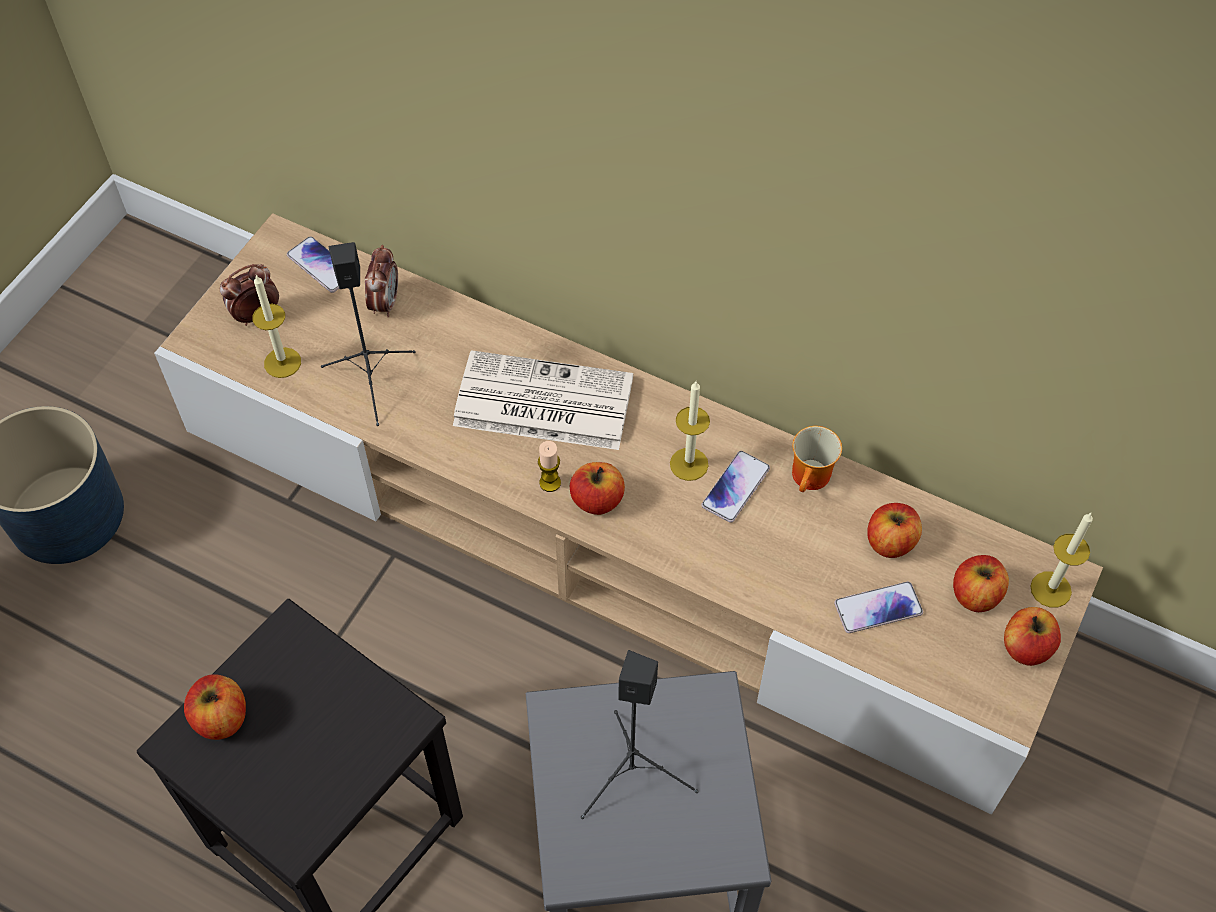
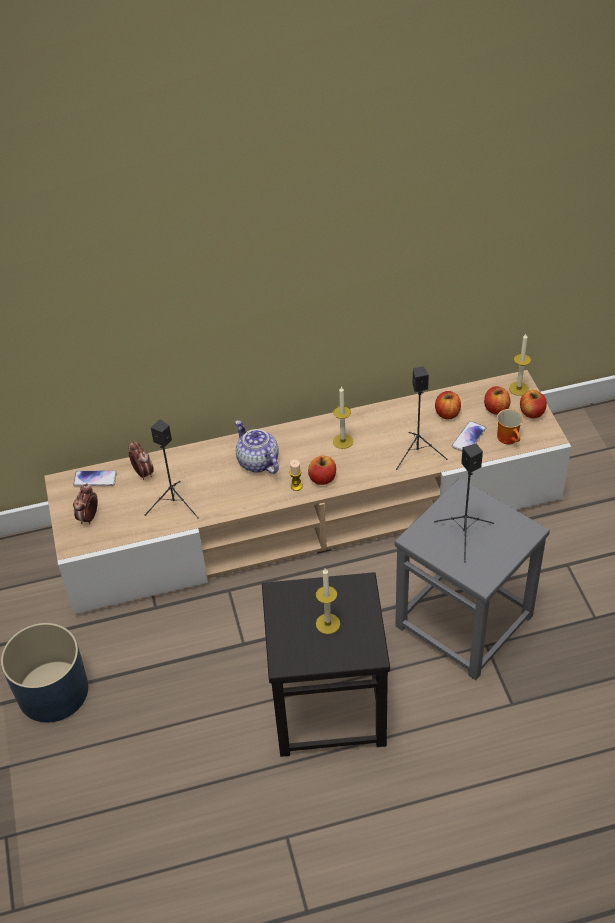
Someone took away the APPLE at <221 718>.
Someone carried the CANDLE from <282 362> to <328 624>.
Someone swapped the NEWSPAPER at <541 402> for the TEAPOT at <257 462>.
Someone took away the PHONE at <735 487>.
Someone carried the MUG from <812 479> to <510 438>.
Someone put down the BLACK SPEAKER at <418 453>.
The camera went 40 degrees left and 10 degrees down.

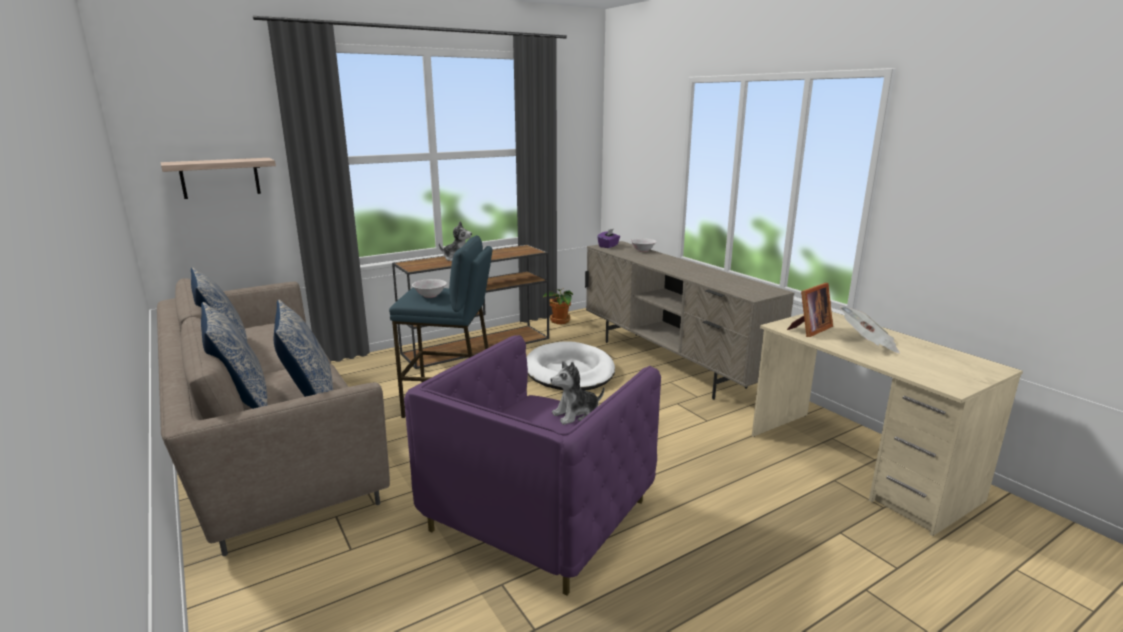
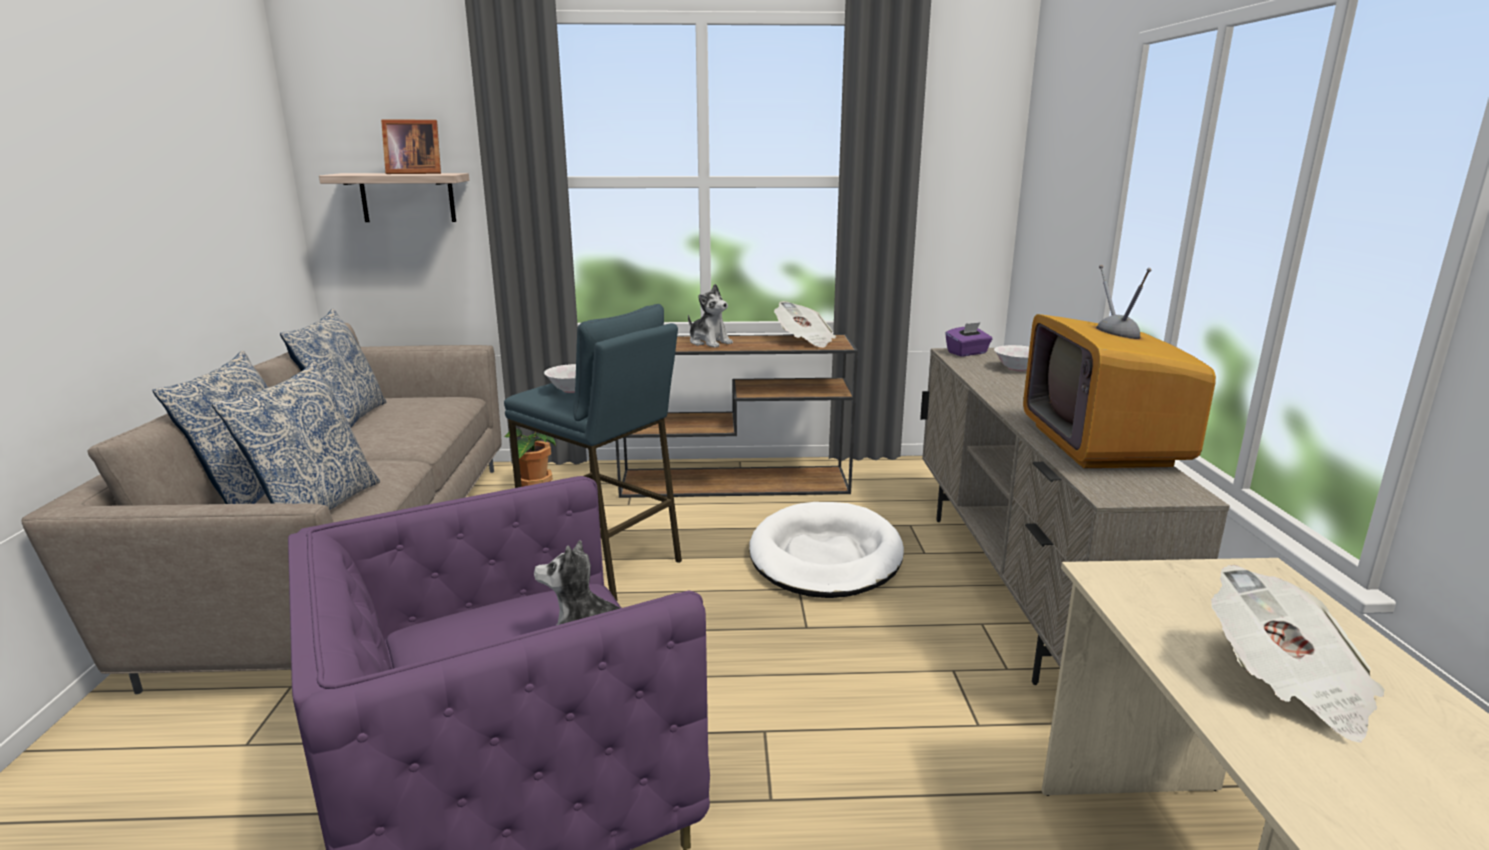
Someone carried the POTTED PLANT from <559 321> to <533 483>.
Someone carried the PICTURE FRAME from <809 330> to <413 173>.
Someone put down the NEWSPAPER at <805 341>.
Someone put down the TELEVISION at <1101 445>.
The camera went 30 degrees right and 0 degrees up.

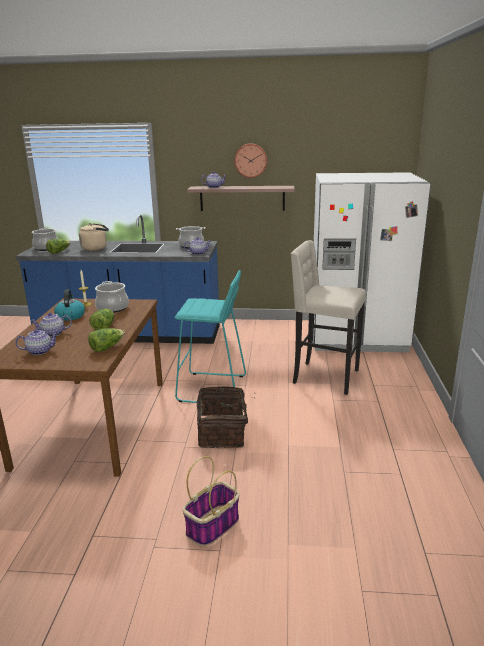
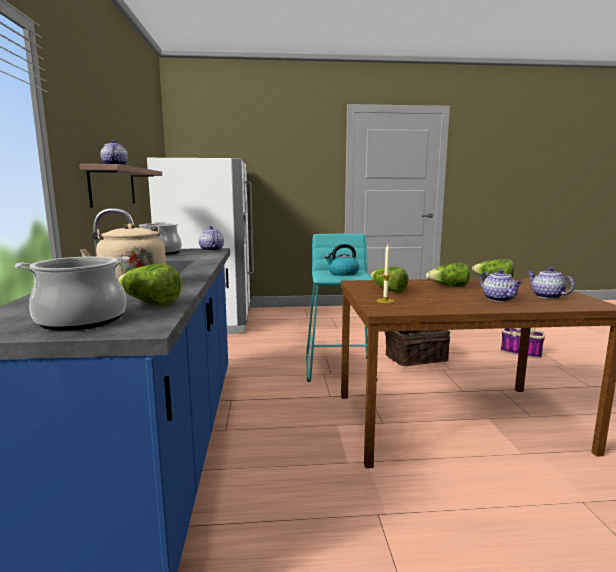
Someone carried the KETTLE from <70 316> to <343 273>.
Someone swapped the COOKING POT at <112 308> for the LETTUCE at <388 290>.
Someone took away the WALL CLOCK at <251 160>.
Someone took away the BEIGE STOOL at <324 377>.
The camera went 100 degrees left and 10 degrees down.

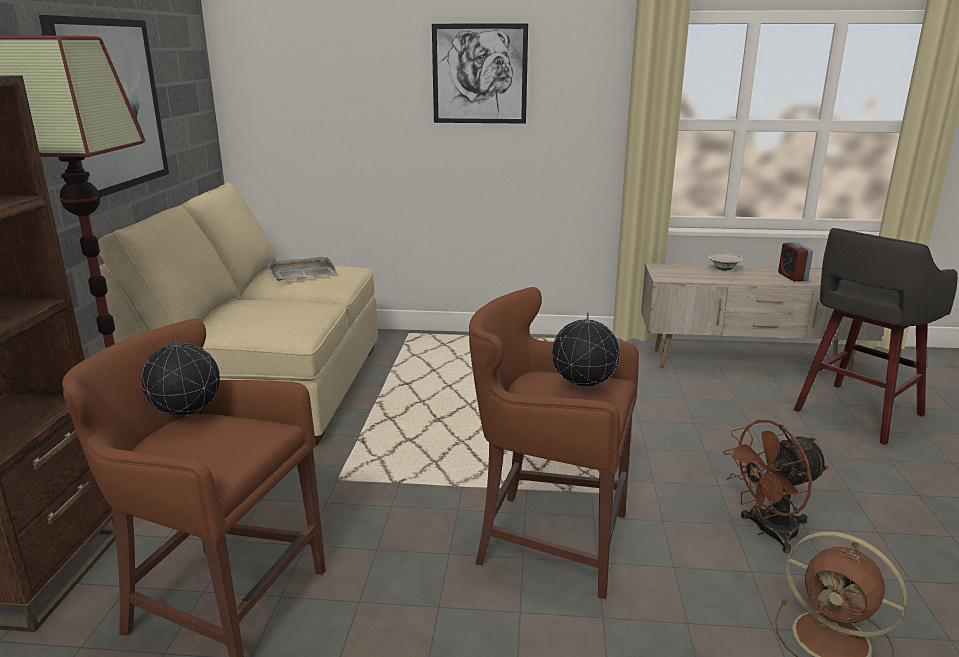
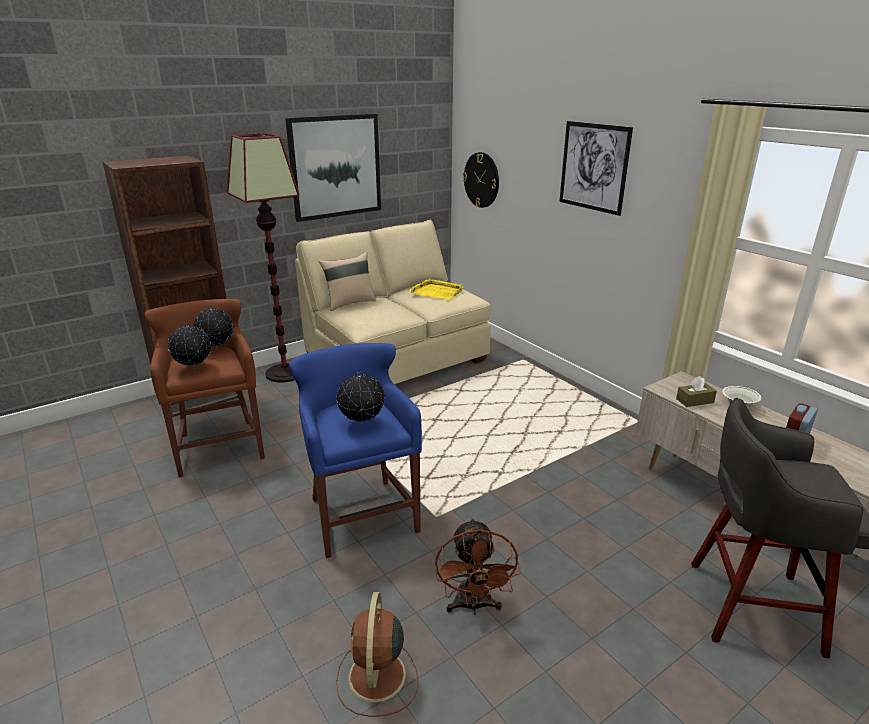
Someone repainted the GREY TRAY at <301 272>, which became the YELLOW TRAY at <437 291>.
Someone repainted the BROWN STOOL at <548 539>, which became the BLUE STOOL at <361 513>.
Someone rotated the BROWN FAN at <768 532> by 120 degrees counterclockwise.
Someone put down the GLOBE at <194 368>.
Someone put down the BEIGE PILLOW at <349 303>.
Someone put up the WALL CLOCK at <481 180>.
Someone put down the BROWN TISSUE BOX at <694 401>.
The camera went 50 degrees right and 5 degrees up.

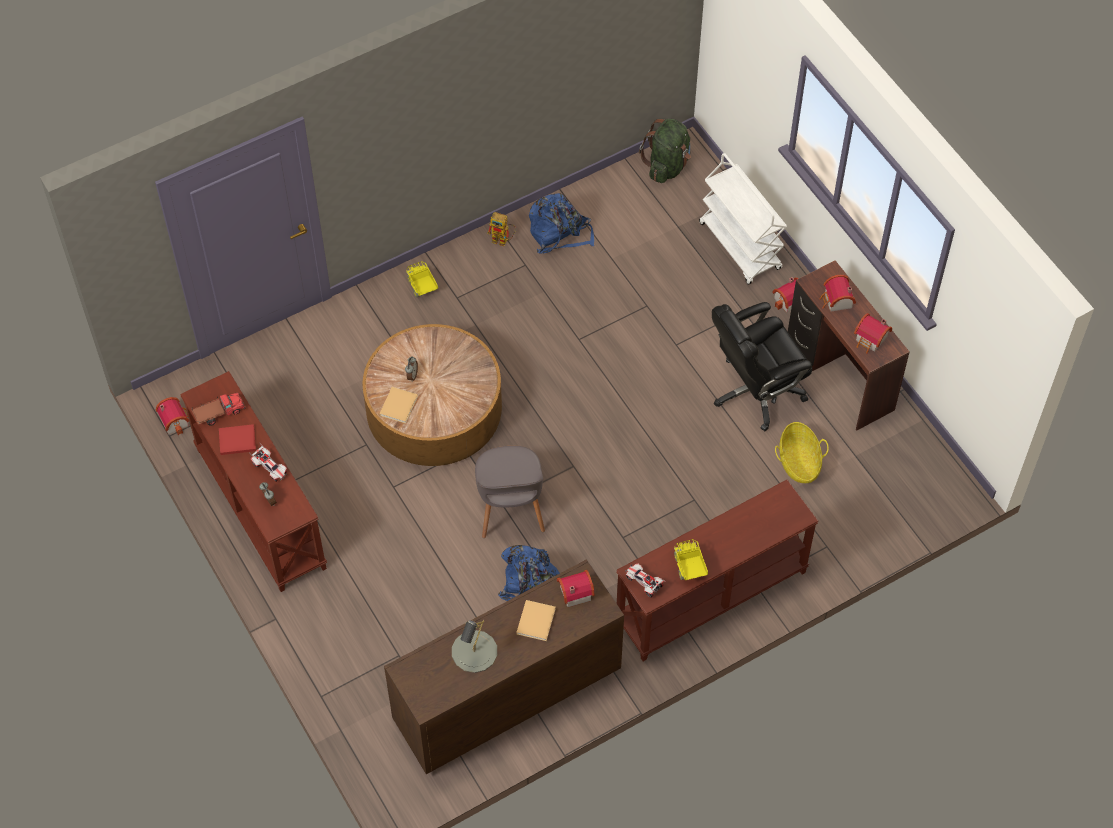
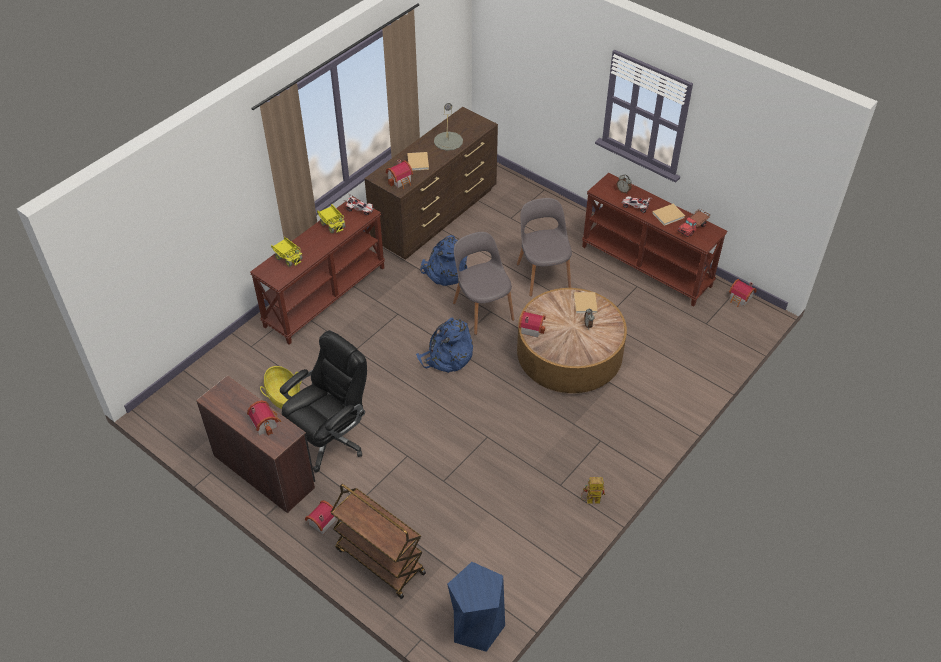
Someone repainted the RED BOOK at <236 440>, which became the BEIGE BOOK at <669 215>.
Someone carried the TOY TRUCK from <422 287> to <288 257>.
Someone carried the BLUE BACKPACK from <559 233> to <447 357>.
Someone swapped the GREEN BACKPACK at <667 165> for the BLUE STOOL at <476 626>.
Someone repainted the WHITE CART at <740 246>, which became the BROWN CART at <379 561>.
Someone carried the TOY HOUSE from <871 340> to <531 328>.
Someone put down the GREY CHAIR at <543 275>.
The camera went 160 degrees right and 10 degrees down.

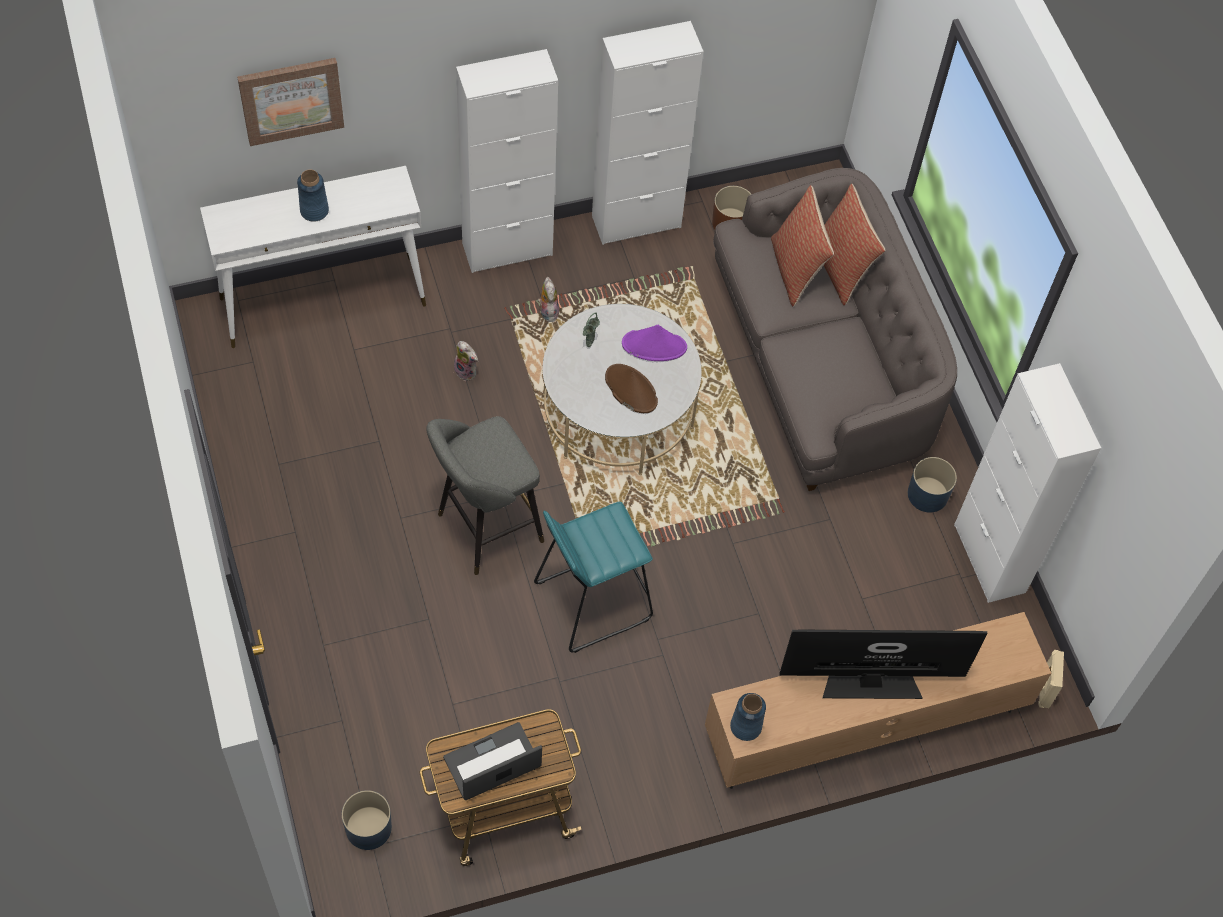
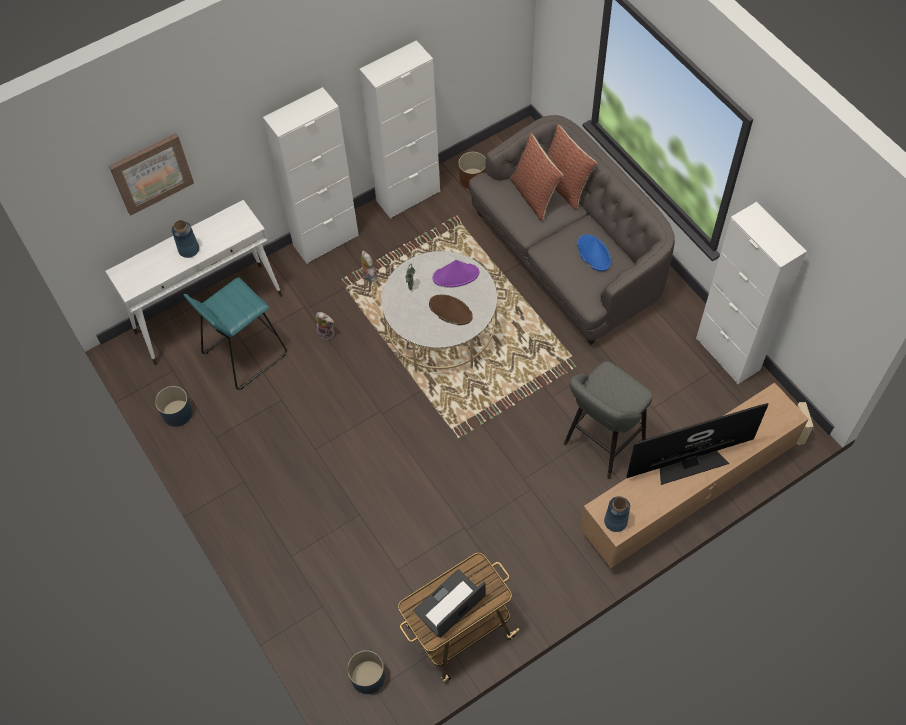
Someone carried the GREY STOOL from <484 530> to <601 445>.
Someone carried the TURQUOISE STOOL from <591 601> to <244 354>.
Someone carried the BLUE PLANTER from <927 494> to <177 413>.
Someone put down the BLUE HAT at <593 253>.
The camera went 10 degrees left and 0 degrees up.

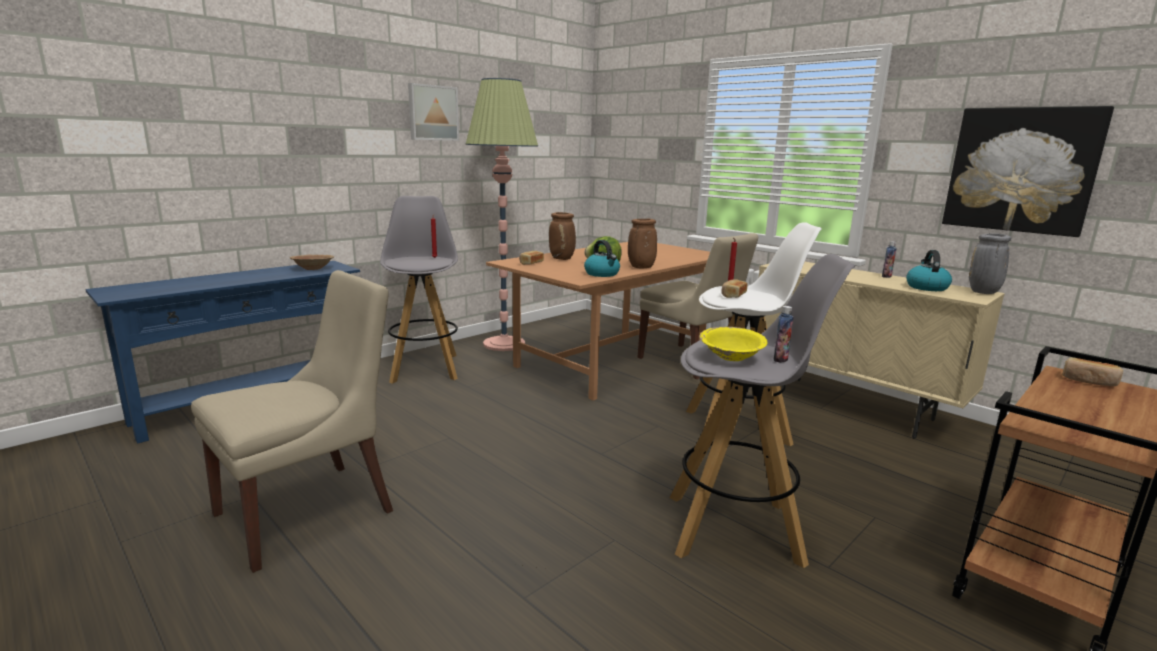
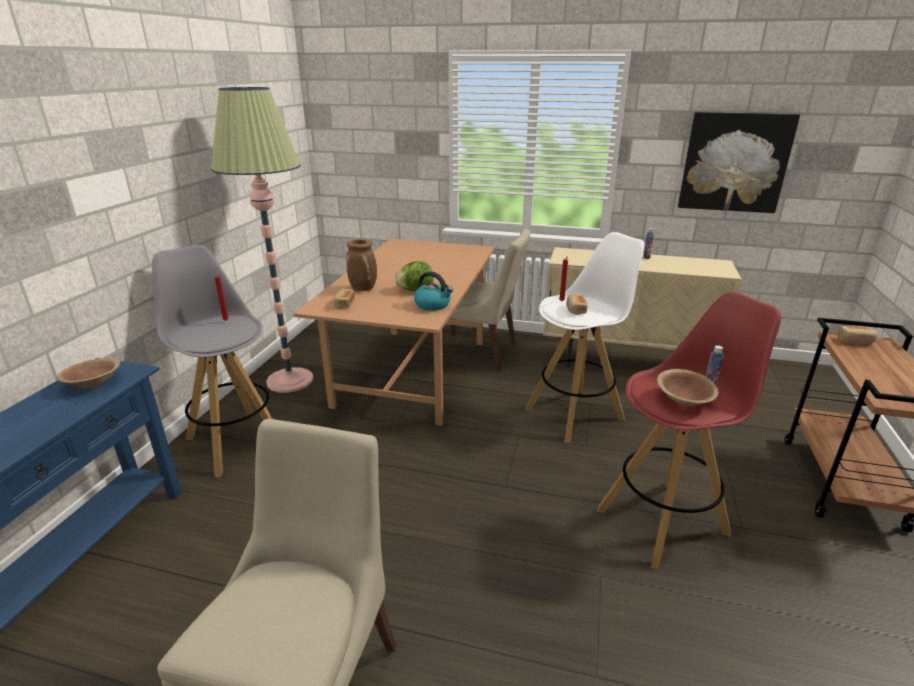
Someone took away the PICTURE at <432 113>.
Someone took away the BROWN VASE at <641 267>.
Someone repainted the GREY STOOL at <735 529>, which became the RED STOOL at <664 521>.
Someone repainted the YELLOW BOWL at <731 356>, which became the BROWN BOWL at <684 399>.
Someone took away the KETTLE at <926 287>.
Someone took away the GREY VASE at <983 292>.
The camera went 30 degrees left and 10 degrees up.

